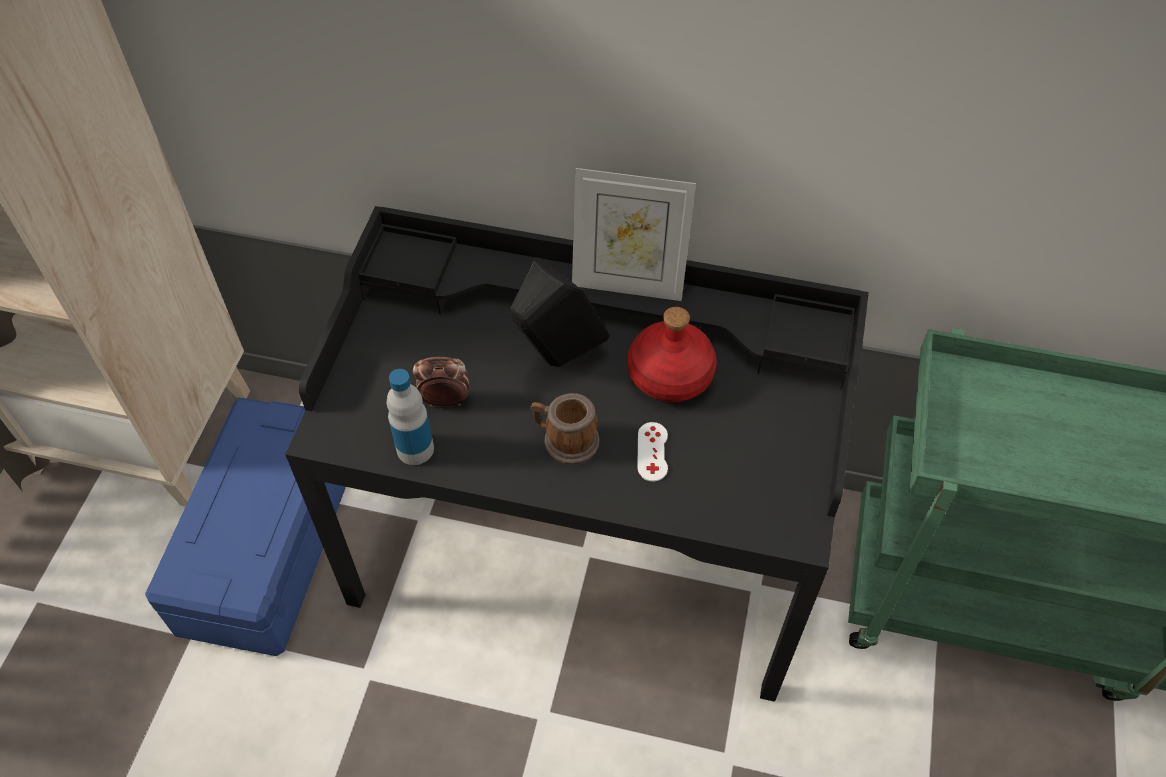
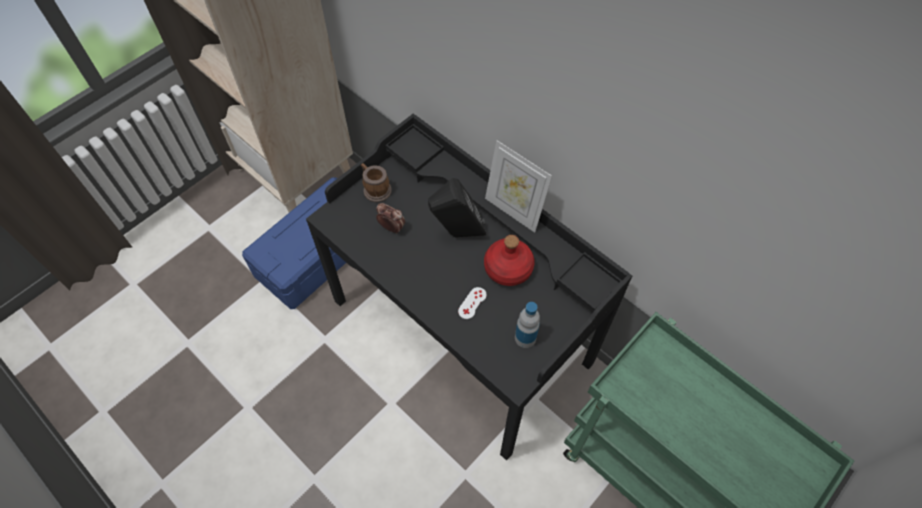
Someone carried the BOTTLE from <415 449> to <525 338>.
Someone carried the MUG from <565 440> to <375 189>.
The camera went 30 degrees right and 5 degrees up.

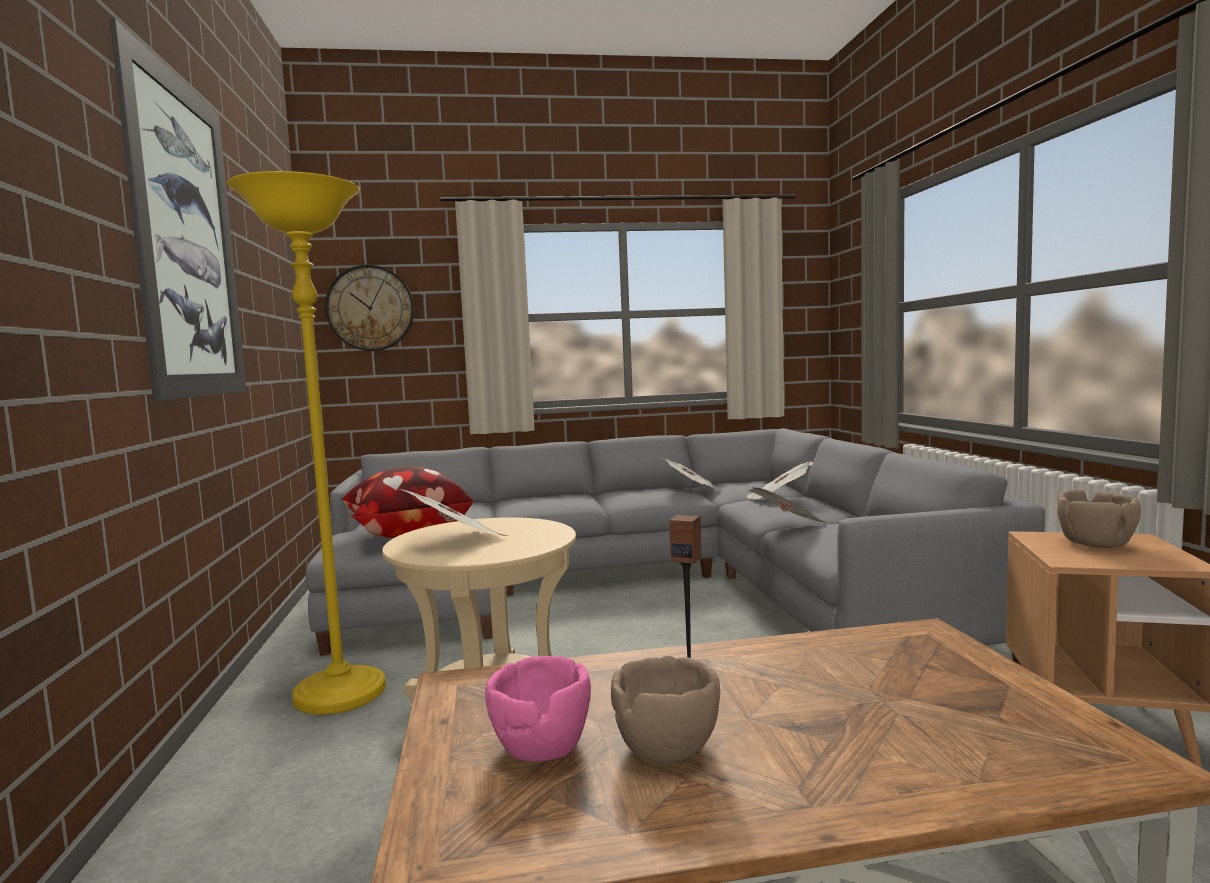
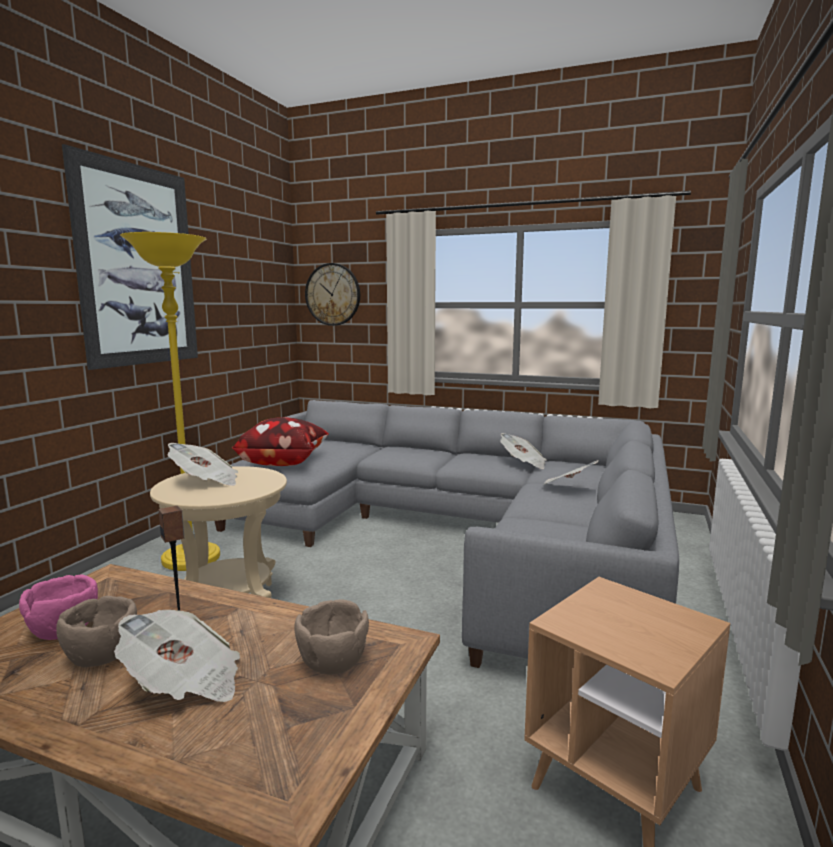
Someone carried the NEWSPAPER from <788 525> to <185 683>.
Someone carried the BROWN BOWL from <1095 544> to <332 662>.
The camera went 30 degrees right and 5 degrees up.

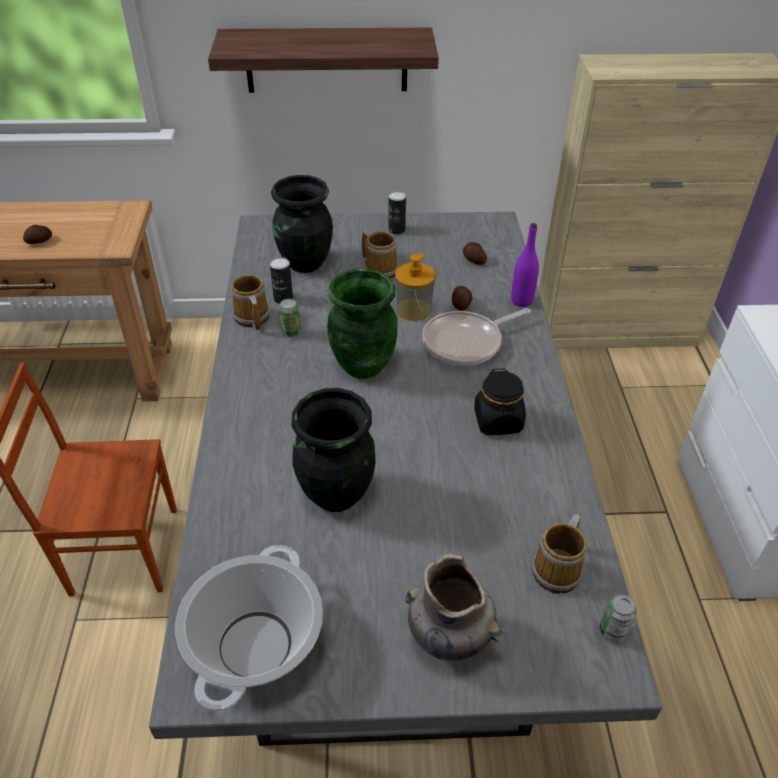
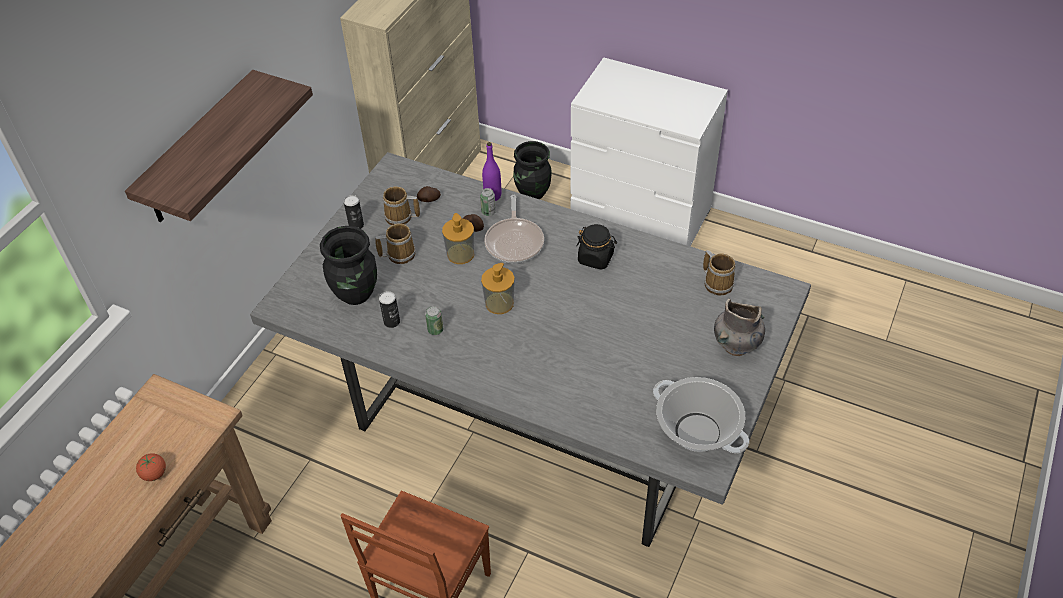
Someone swapped the POTATO at <40 241> for the TOMATO at <154 474>.
Someone carried the MUG from <251 318> to <400 217>.
Someone carried the BLACK VASE from <335 494> to <533 194>.
Someone swapped the GREEN VASE at <362 365> for the SOAP DISPENSER at <499 303>.
Someone carried the CAN from <612 631> to <488 212>.
The camera went 60 degrees left and 5 degrees up.

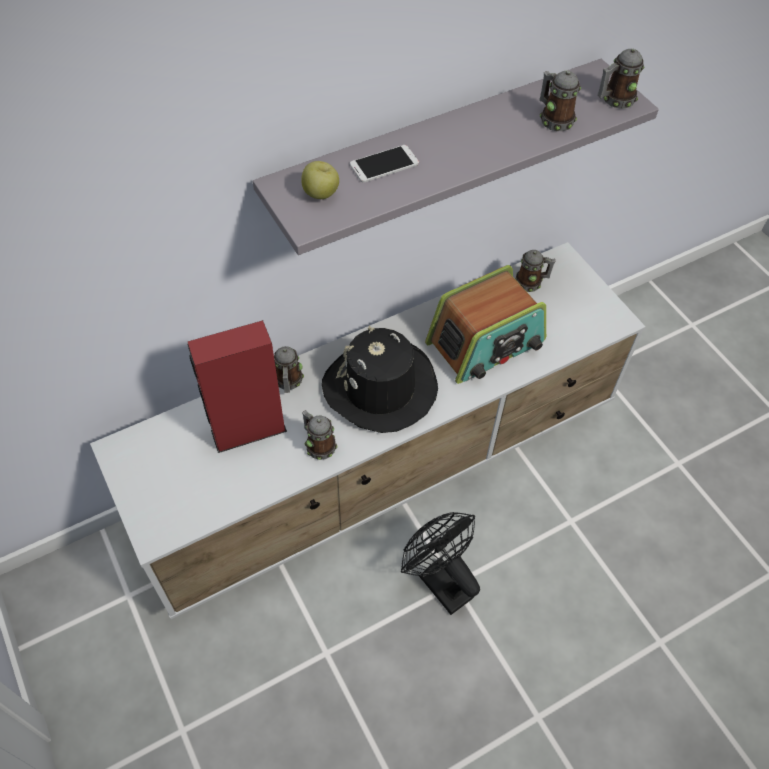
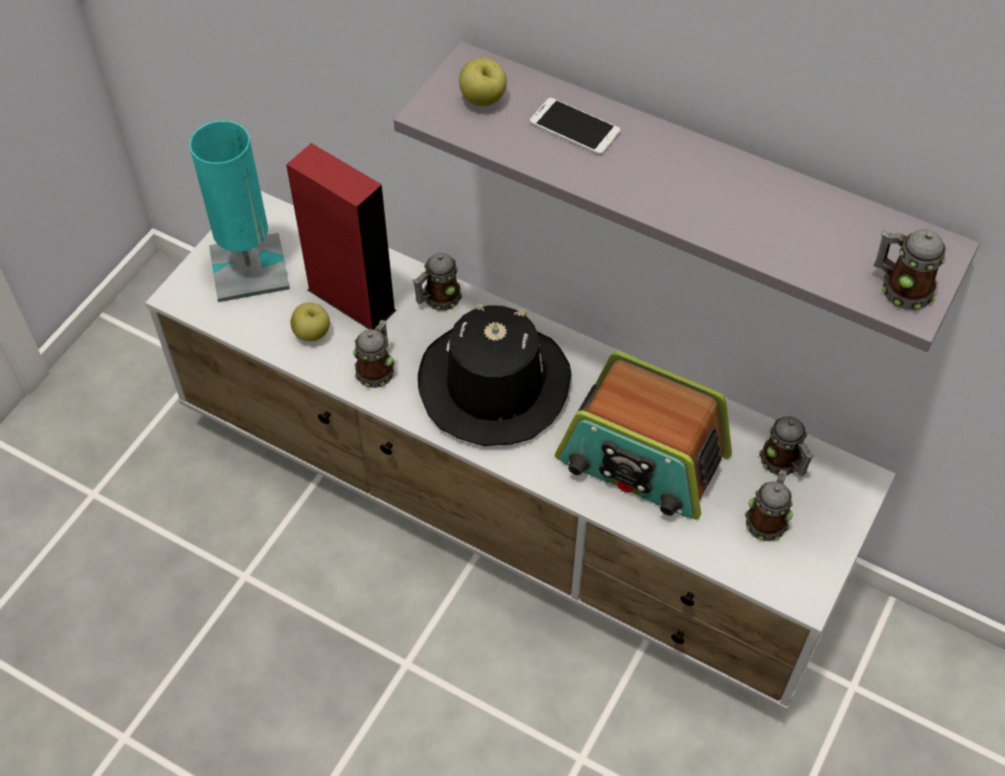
Someone took away the BLACK FAN at <439 581>.
Someone carried the MUG from <553 119> to <767 519>.
Someone put down the TURQUOISE TABLE LAMP at <249 268>.
Someone put down the APPLE at <312 333>.
The camera went 60 degrees right and 0 degrees up.

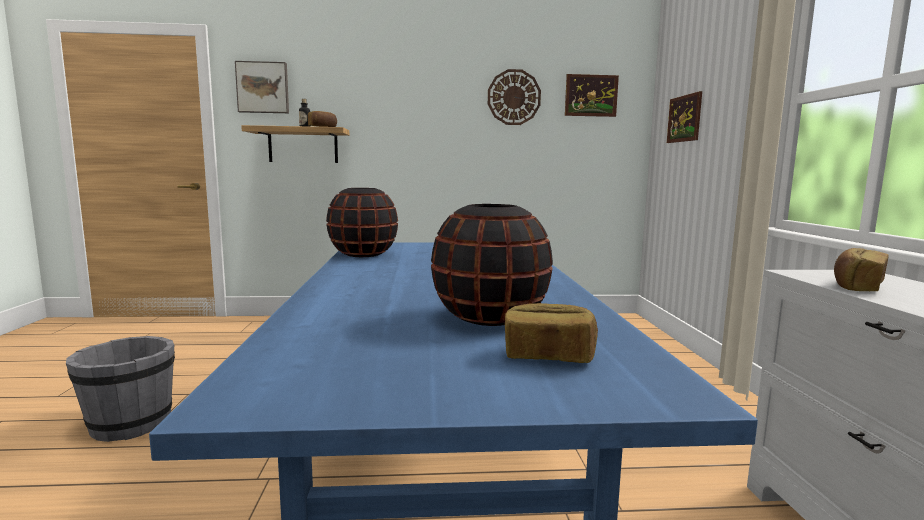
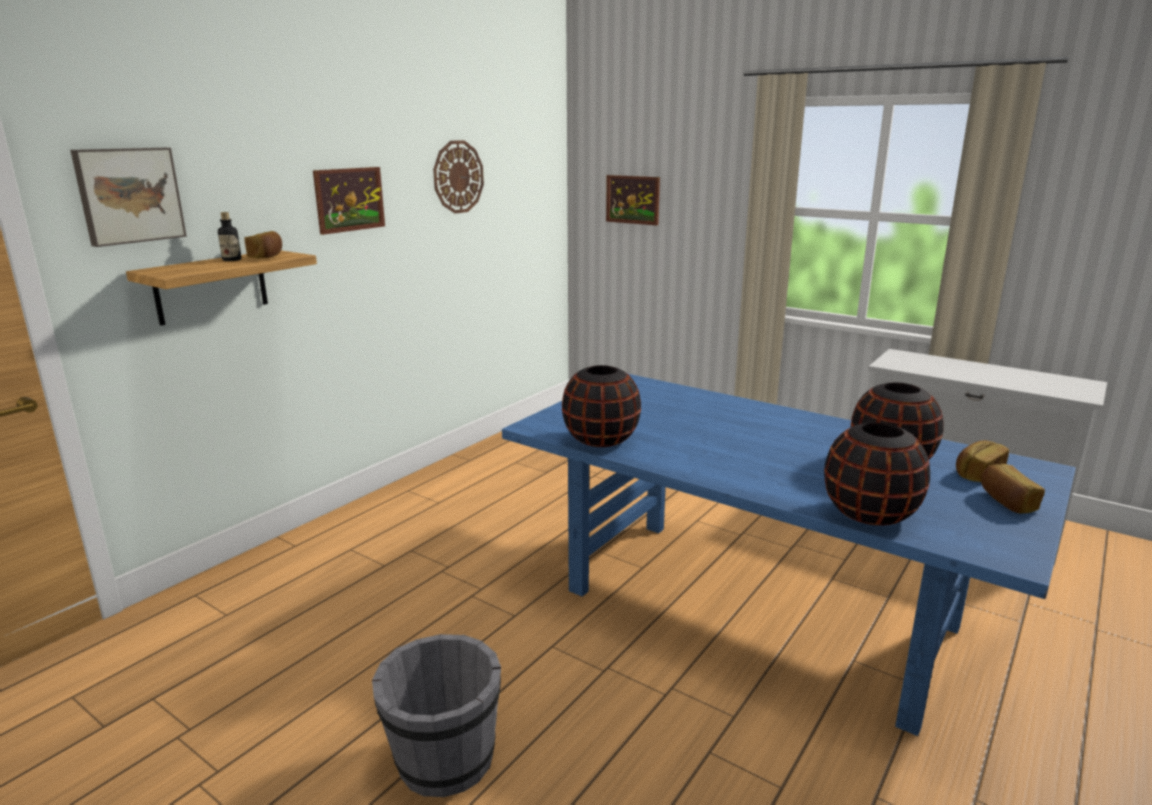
Someone carried the PICTURE from <591 95> to <349 199>.
Someone carried the BREAD from <856 286> to <1006 502>.
Someone put down the BLACK VASE at <869 514>.
The camera went 50 degrees left and 10 degrees up.

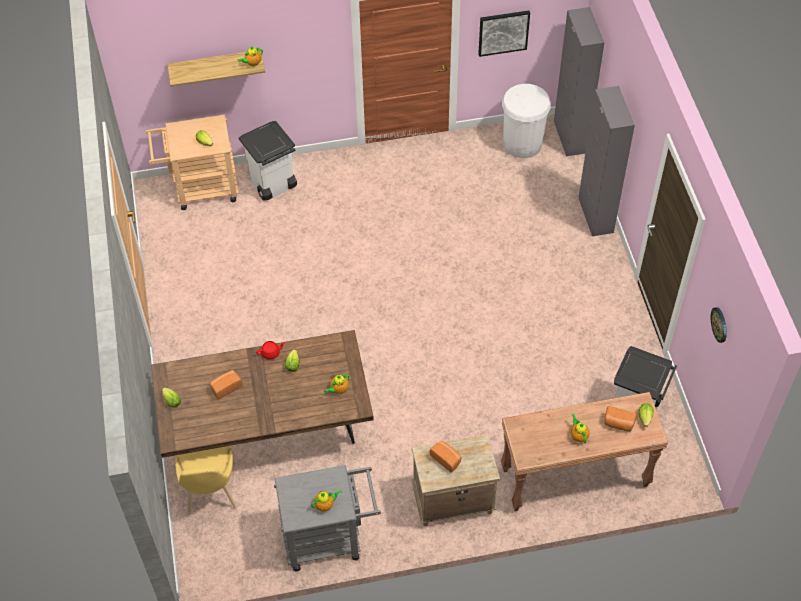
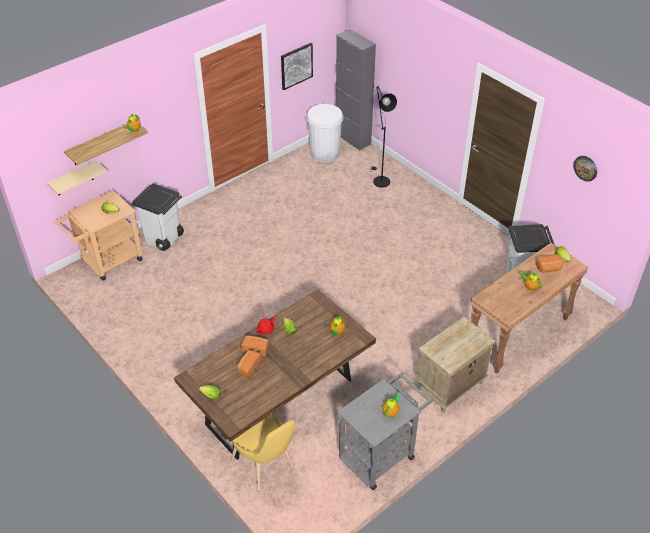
Someone carried the BREAD from <446 459> to <256 349>.
Someone took away the GREY CABINET at <595 215>.
Someone put up the BEIGE SHELF at <74 179>.
Someone put down the BLACK FLOOR LAMP at <379 180>.
The camera went 30 degrees left and 10 degrees down.

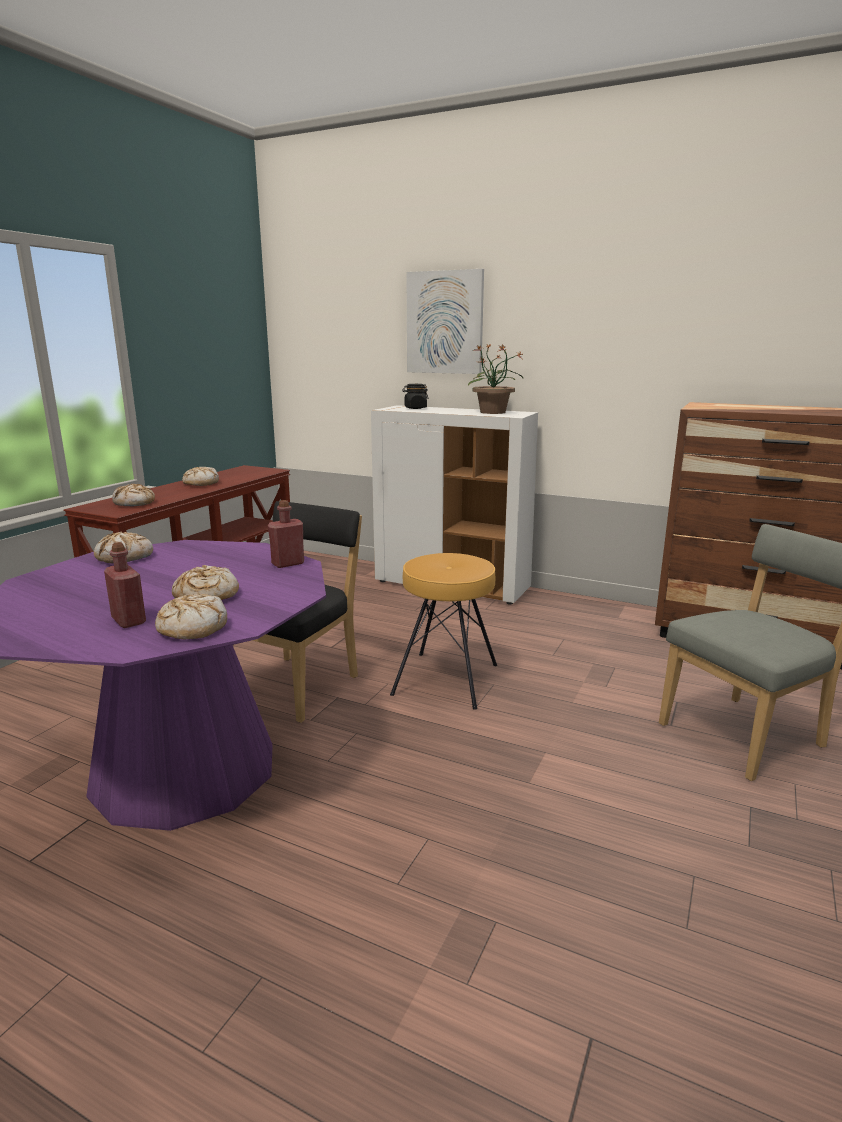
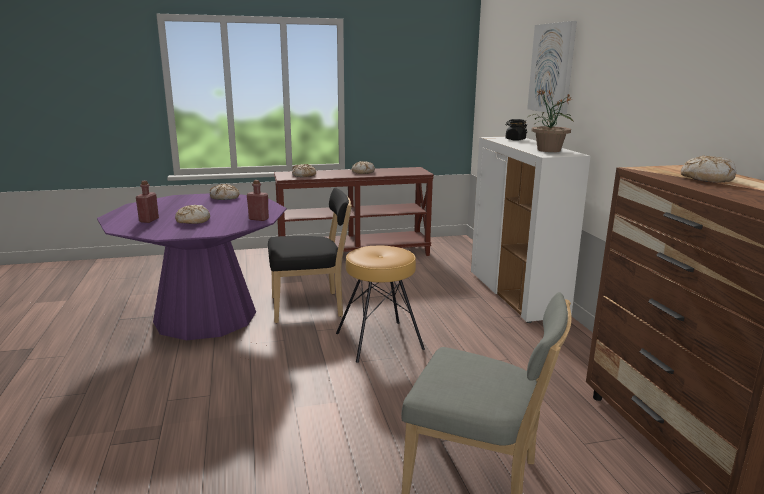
Someone carried the BREAD from <192 627> to <706 178>.
The camera went 50 degrees right and 0 degrees up.

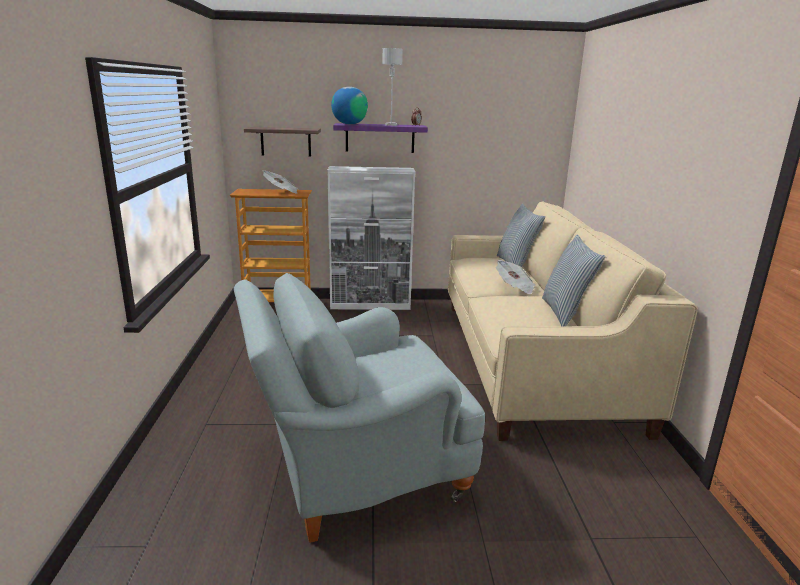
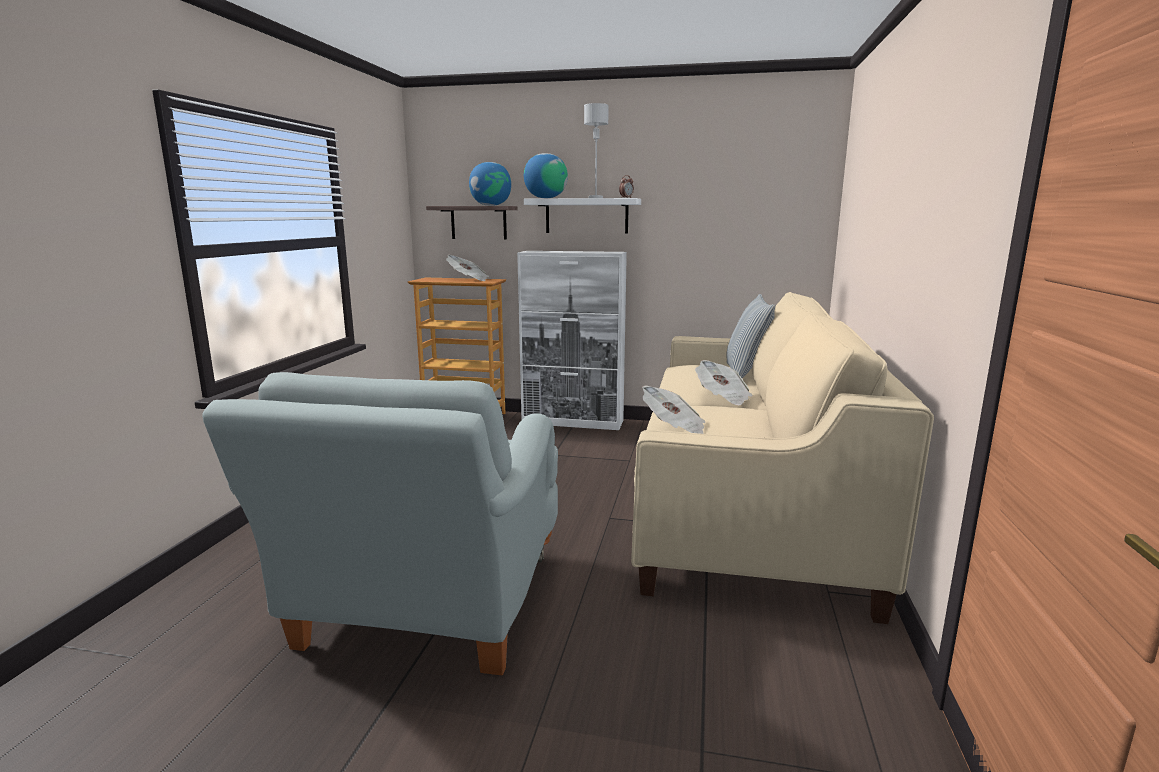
Someone rotated the GREY ARMCHAIR at <354 471> by 75 degrees counterclockwise.
Someone repainted the PURPLE SHELF at <380 138>, which became the WHITE SHELF at <586 216>.
Someone took away the PILLOW at <565 313>.
Someone put down the GLOBE at <491 205>.
Someone put down the NEWSPAPER at <674 428>.
The camera went 15 degrees right and 5 degrees down.

